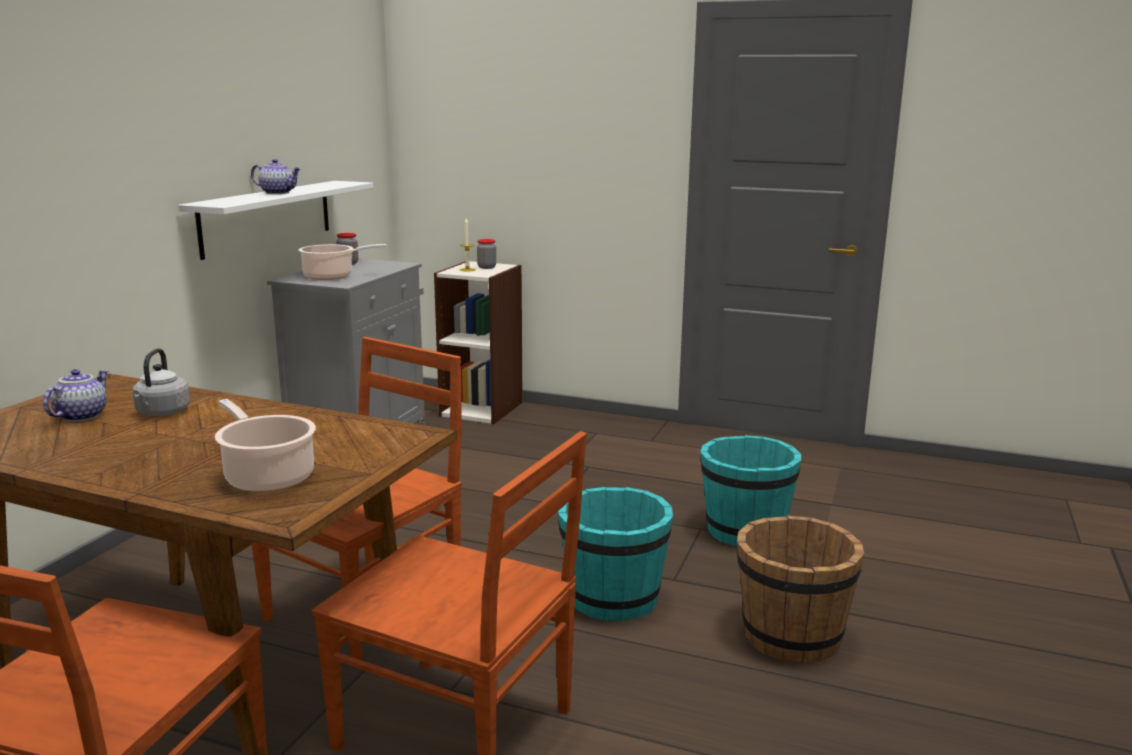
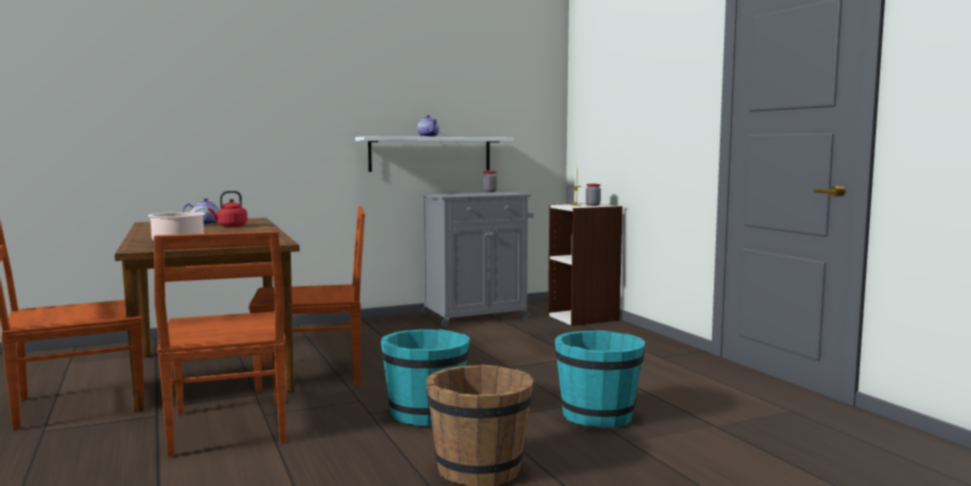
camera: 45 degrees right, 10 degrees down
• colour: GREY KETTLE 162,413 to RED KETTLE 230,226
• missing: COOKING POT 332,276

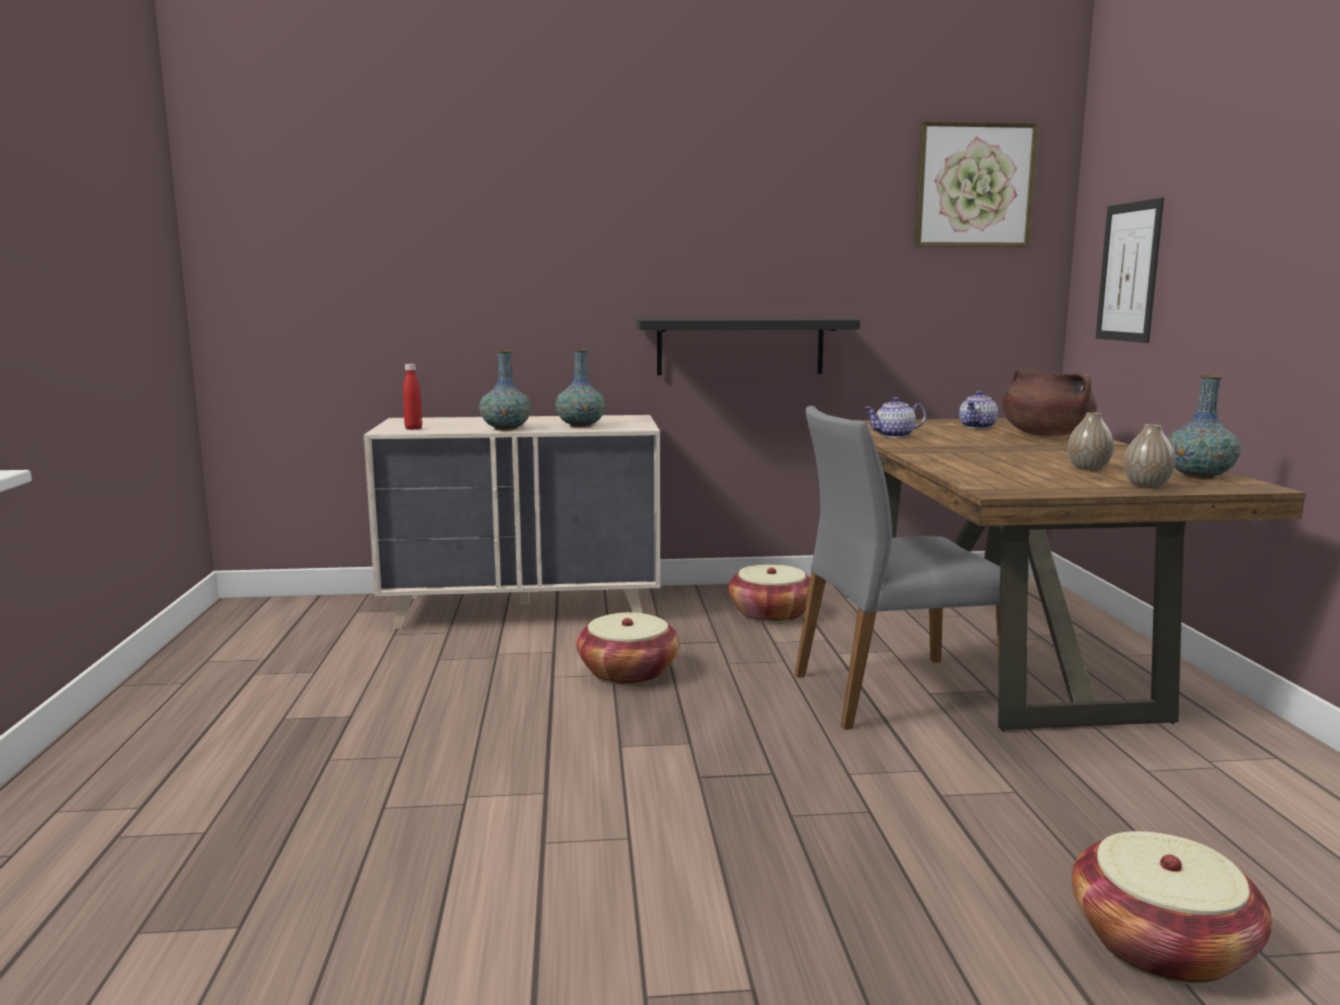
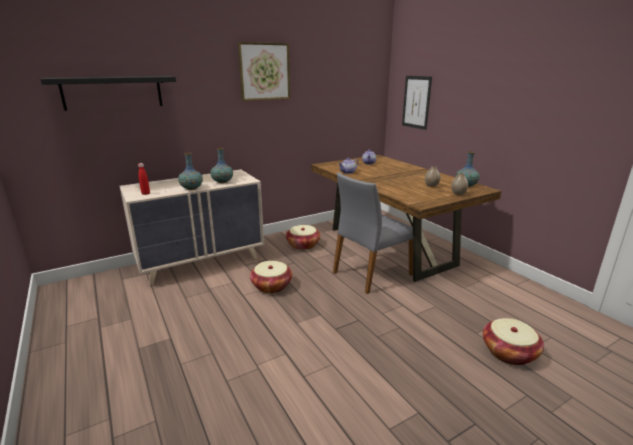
camera: 25 degrees left, 10 degrees up
• relocated: BLACK SHELF 740,346 to 113,92
• relocated: PICTURE 974,185 to 264,71
• missing: BROWN COOKING POT 1045,435

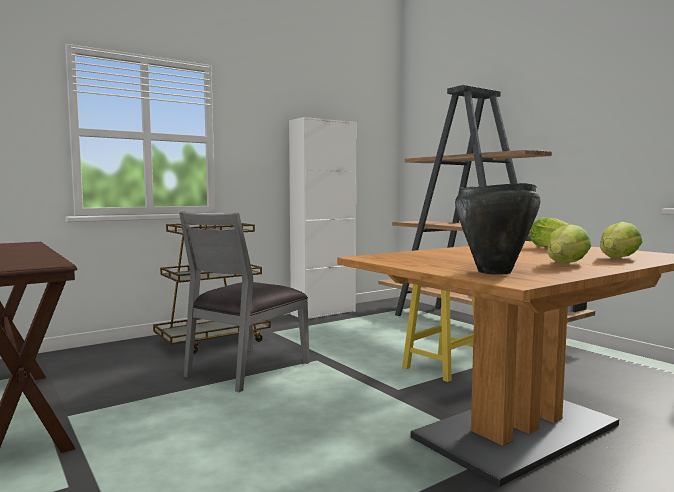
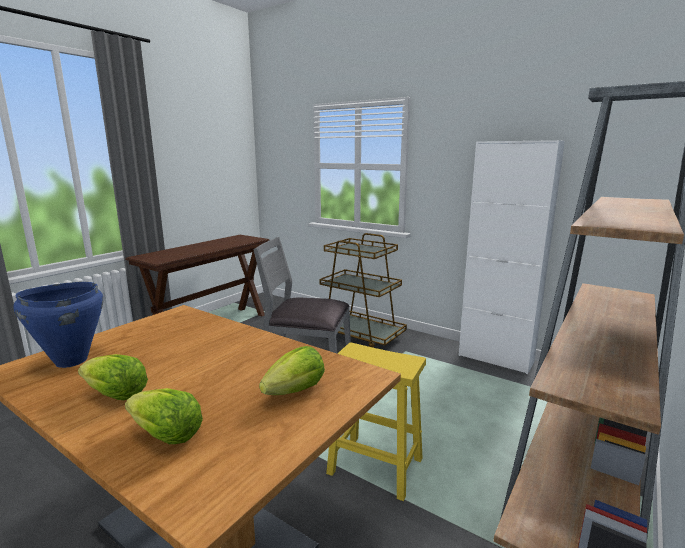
camera: 70 degrees right, 10 degrees up
• colour: BLACK COOKING POT 494,272 to BLUE COOKING POT 70,361

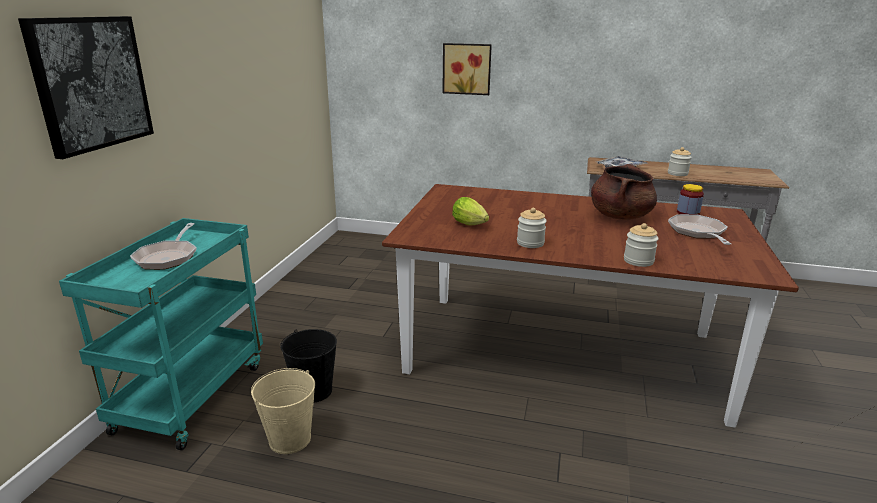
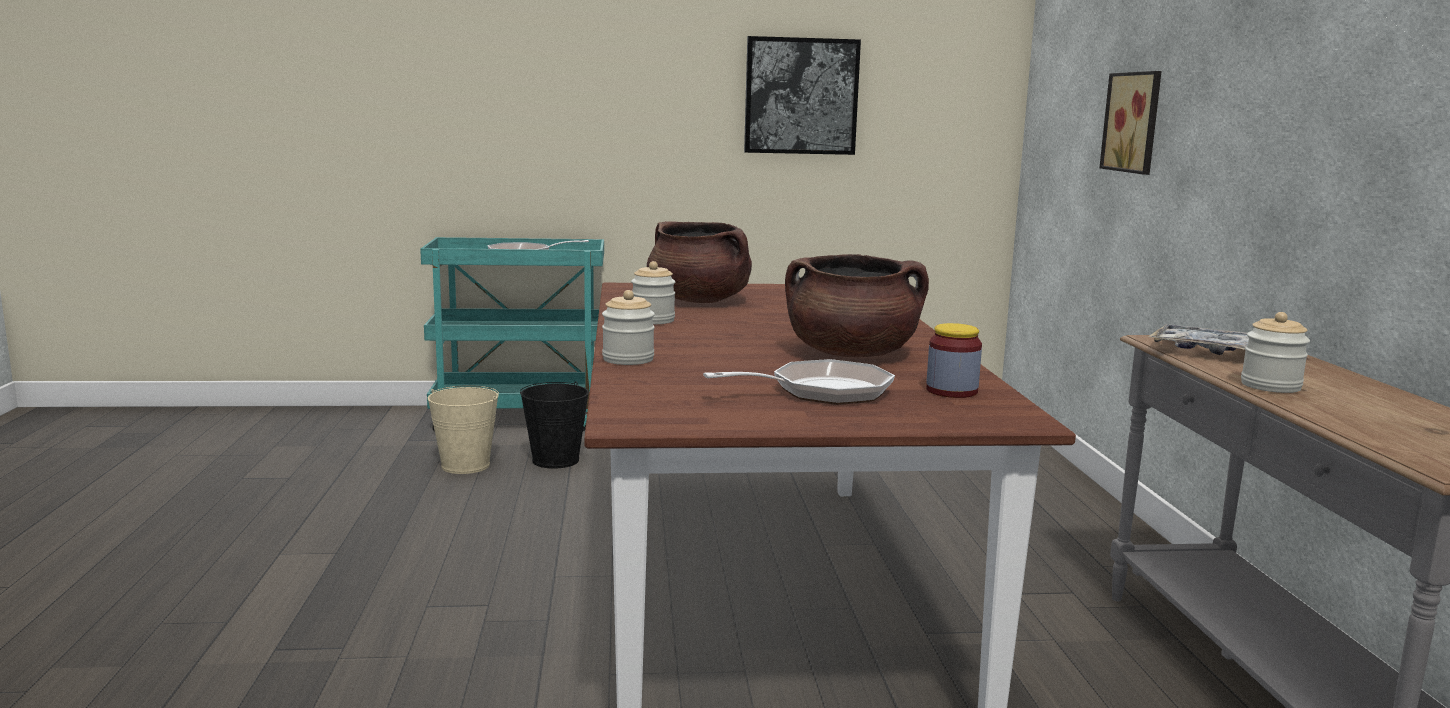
camera: 70 degrees right, 10 degrees down
• exchanged: LETTUCE 471,225 to BROWN COOKING POT 699,301
• relocated: PICTURE 91,83 to 801,96

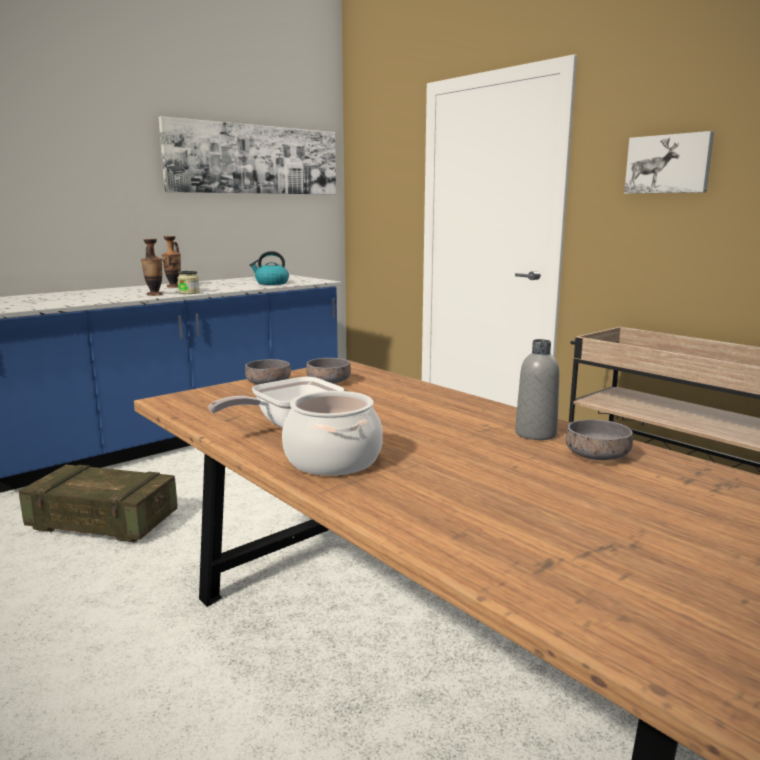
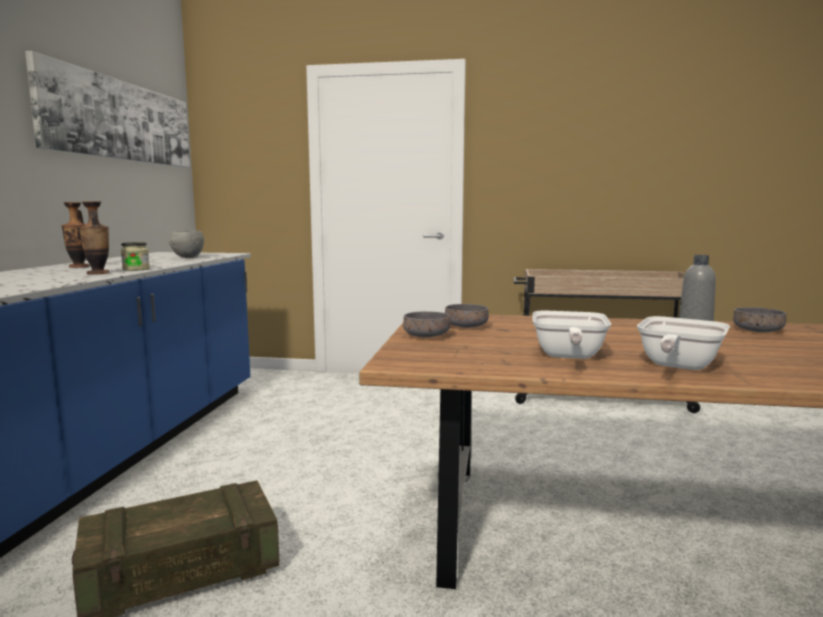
camera: 40 degrees left, 5 degrees down
• exchanged: KETTLE 271,283 to GREY BOWL 187,258
• exchanged: COOKING POT 332,460 to FRYING PAN 677,366
• missing: PICTURE 668,164

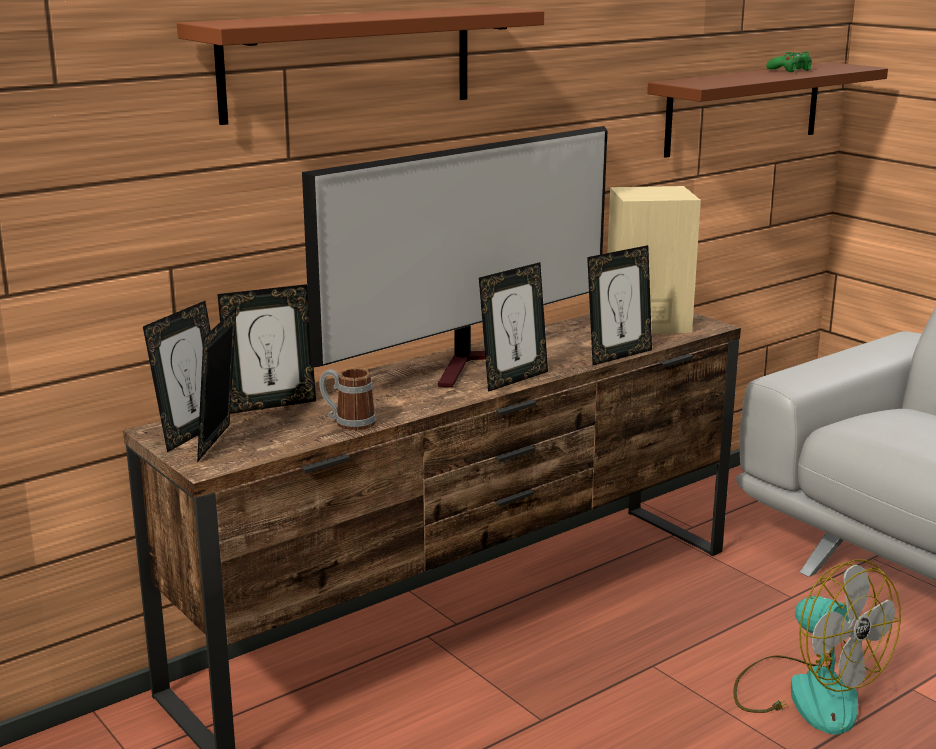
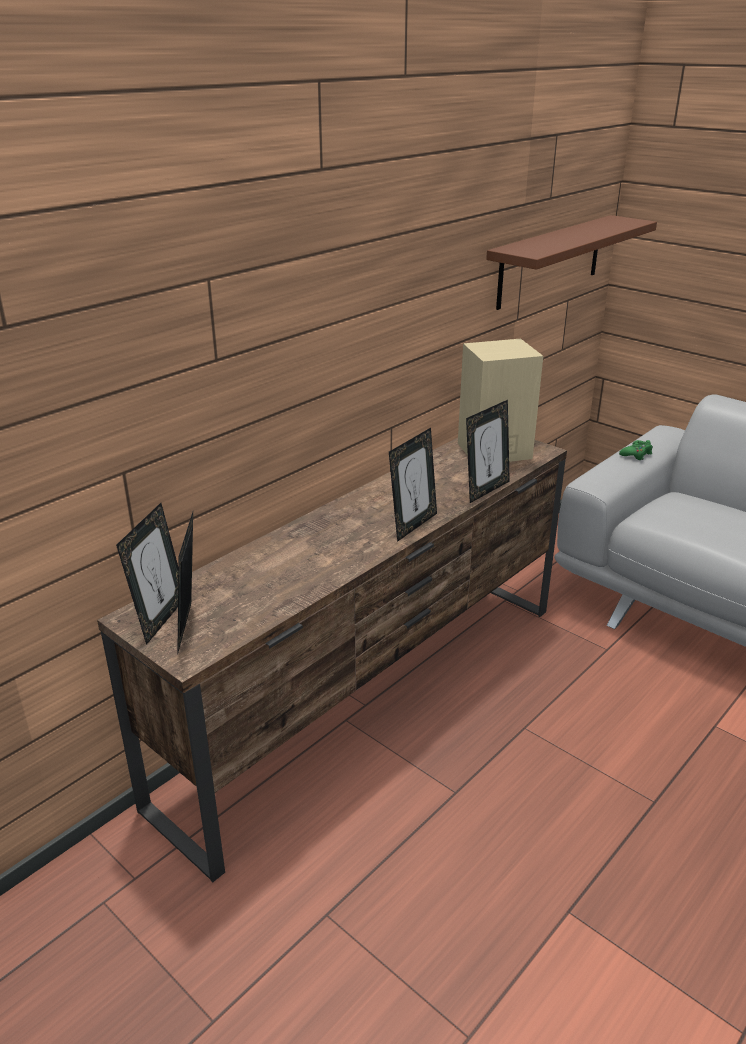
camera: 10 degrees left, 10 degrees up
• relocated: GREEN GAME CONTROLLER 790,70 to 636,454
• missing: BROWN SHELF 349,62
• missing: PICTURE FRAME 271,405
• missing: TELEVISION 479,363
• missing: MUG 348,422
• missing: FAN 807,693

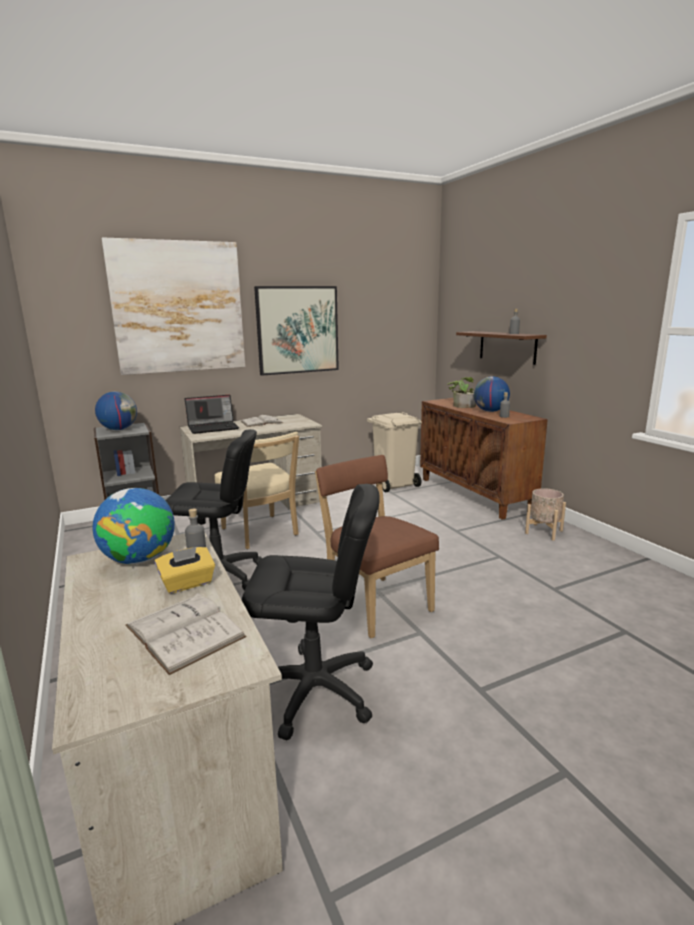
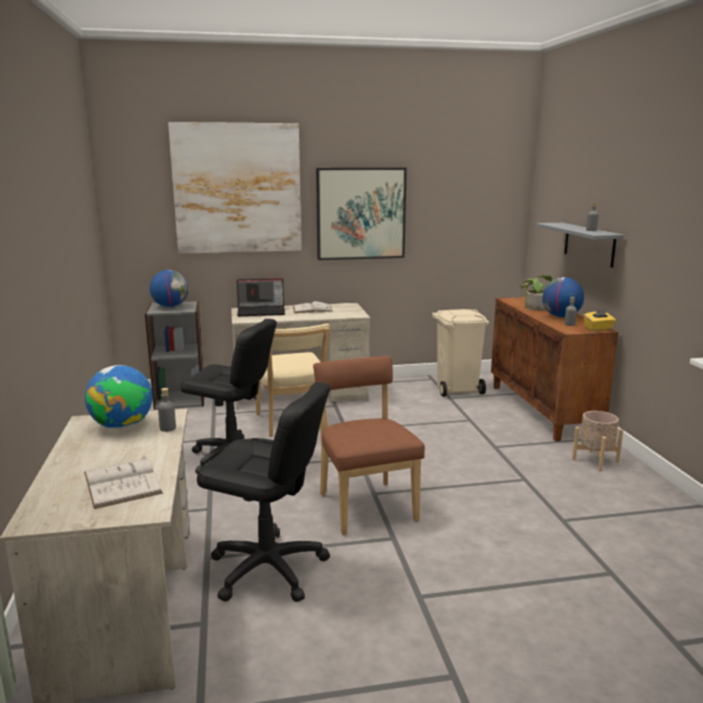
camera: 15 degrees right, 0 degrees up
• colour: BROWN SHELF 507,347 to GREY SHELF 589,244
• relocated: YELLOW TISSUE BOX 187,584 to 598,329

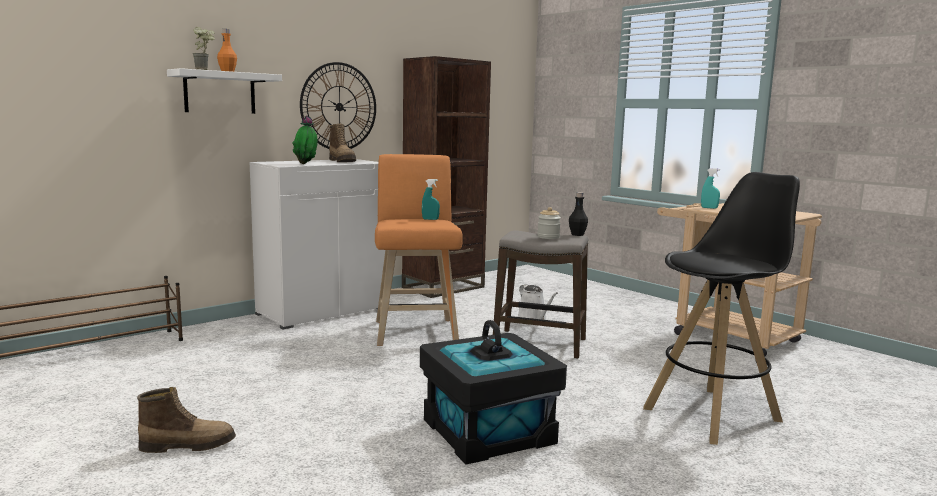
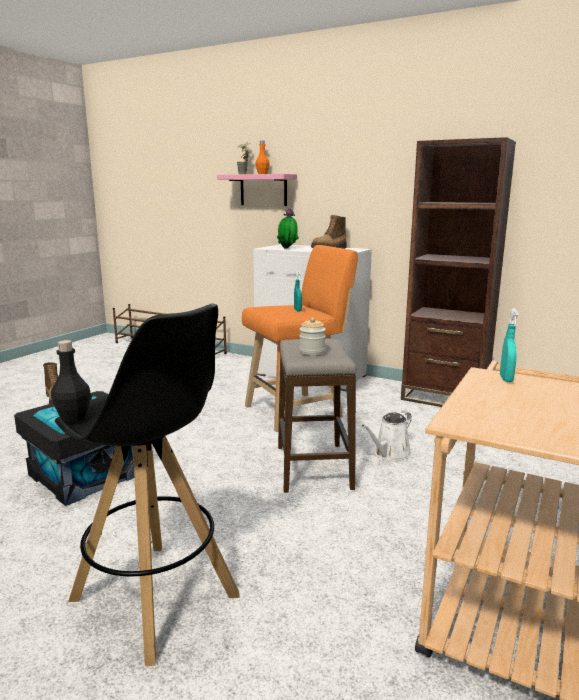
camera: 70 degrees right, 5 degrees up
• relocated: BLACK BOTTLE 577,234 to 73,418
• colour: WHITE SHELF 220,92 to PINK SHELF 263,190
• missing: WALL CLOCK 339,107

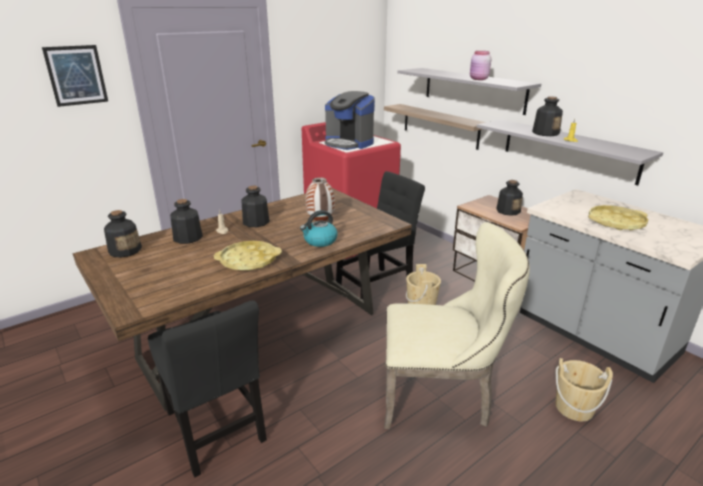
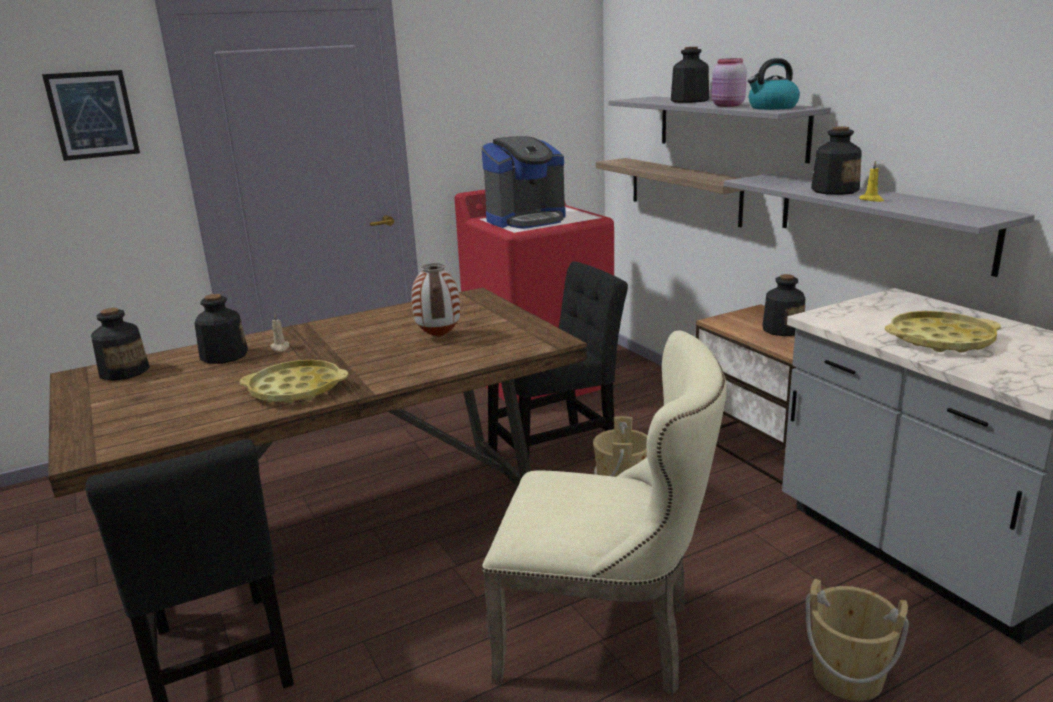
camera: 10 degrees right, 5 degrees down
• spun: COFFEE MACHINE 349,143 = 526,220 75 degrees counterclockwise
• relocated: BOTTLE 255,222 to 689,101
• relocated: KETTLE 320,241 to 772,108

